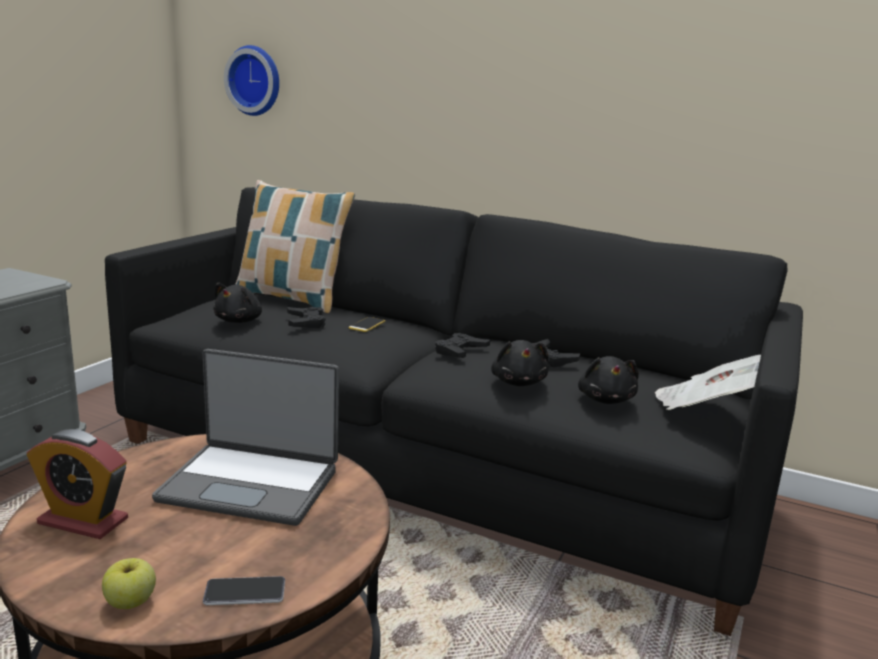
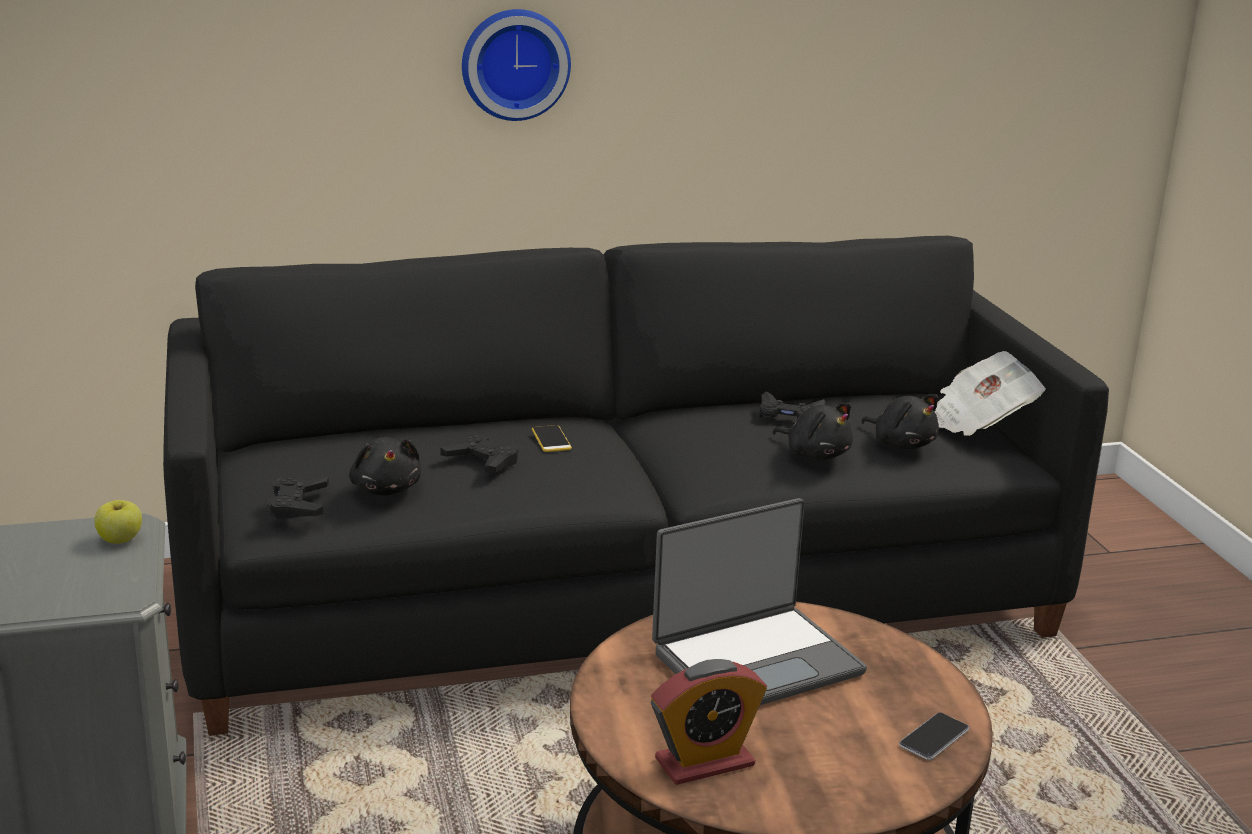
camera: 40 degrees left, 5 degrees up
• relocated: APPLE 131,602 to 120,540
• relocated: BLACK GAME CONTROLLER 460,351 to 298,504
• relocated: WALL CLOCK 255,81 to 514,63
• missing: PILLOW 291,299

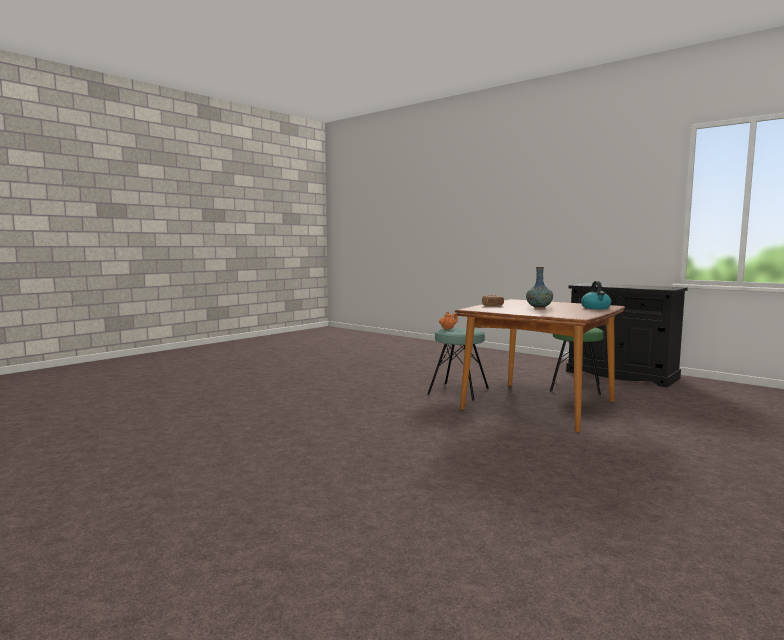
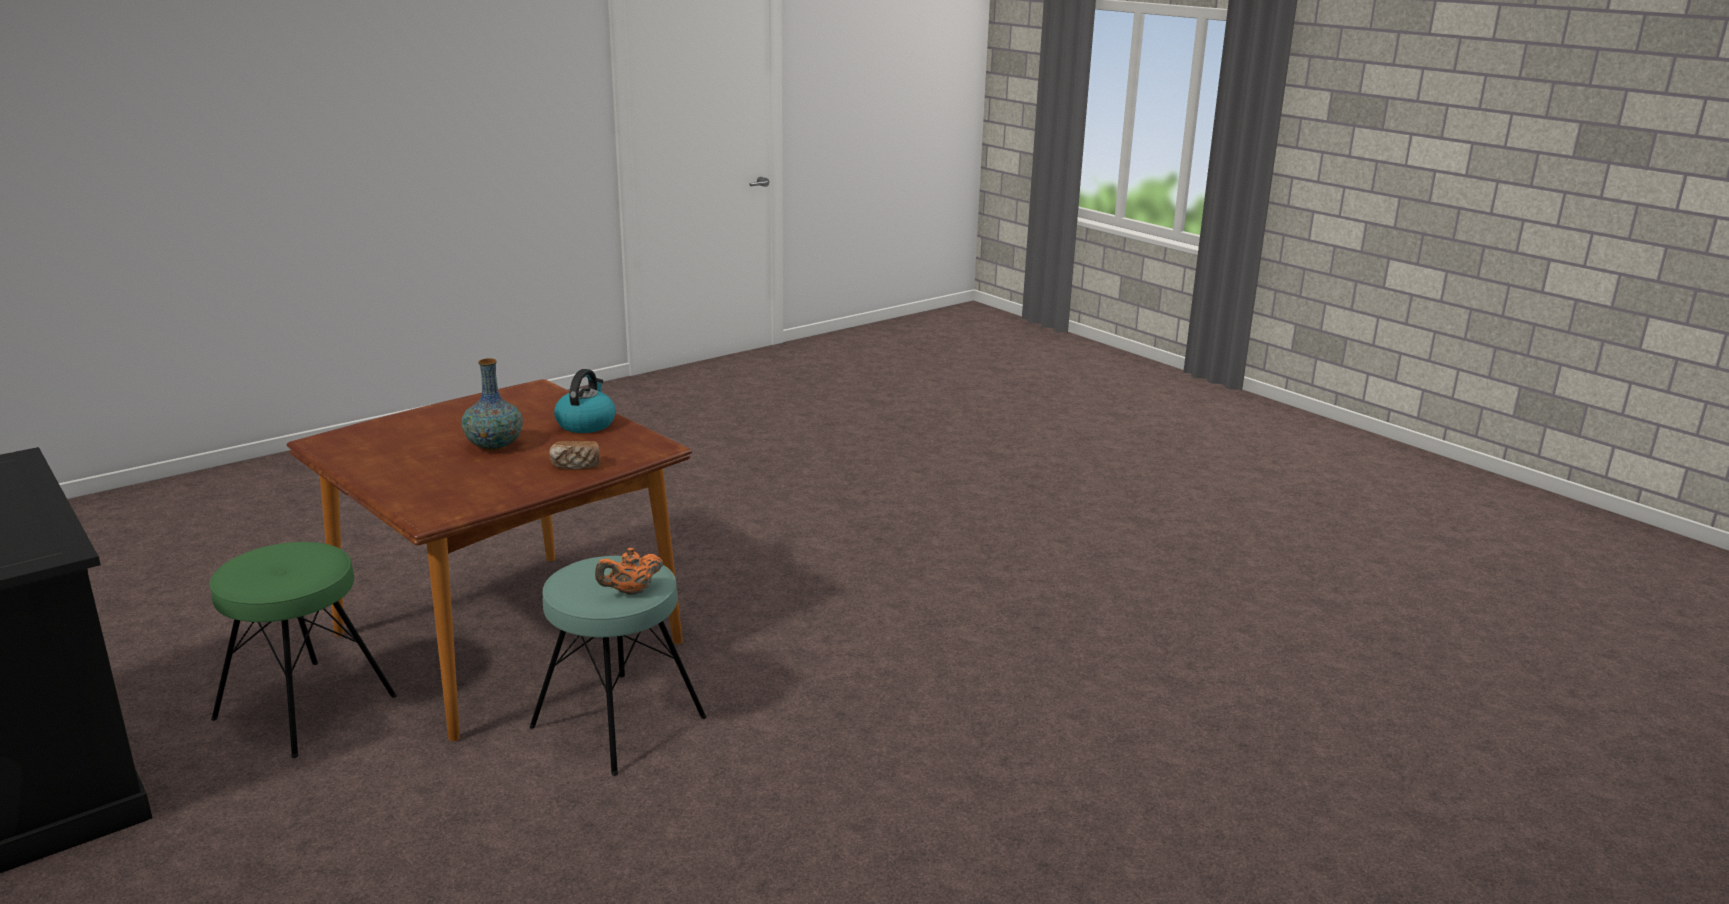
camera: 170 degrees left, 15 degrees up
• relocated: KETTLE 596,308 to 586,424

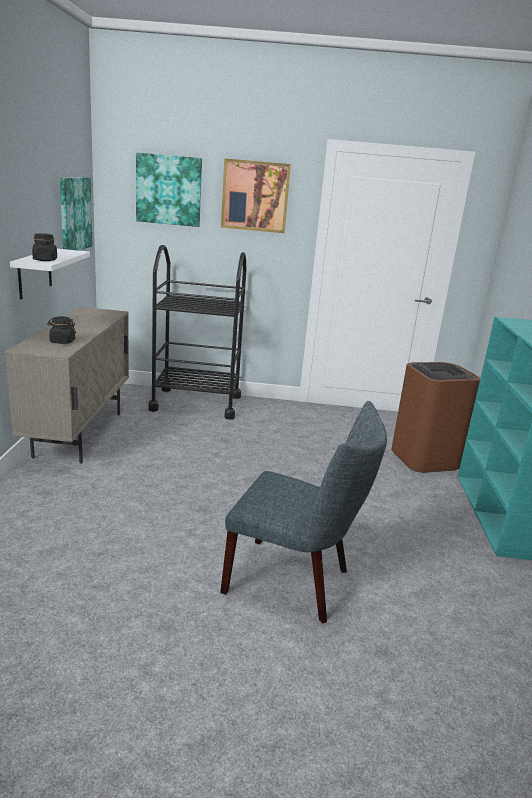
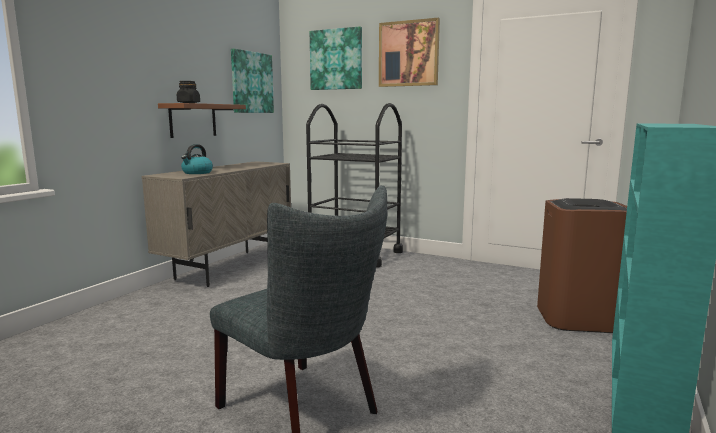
camera: 25 degrees right, 10 degrees down
• colour: WHITE SHELF 34,273 to BROWN SHELF 193,120
• exchanged: BLACK JAR 62,341 to KETTLE 197,173

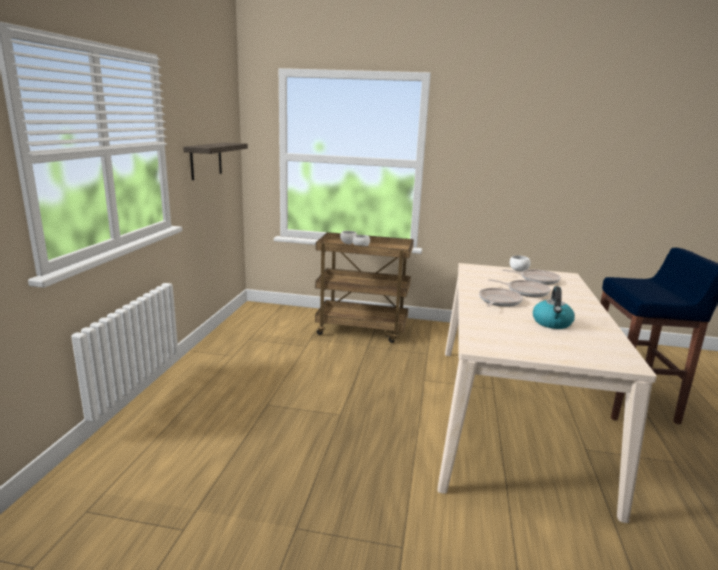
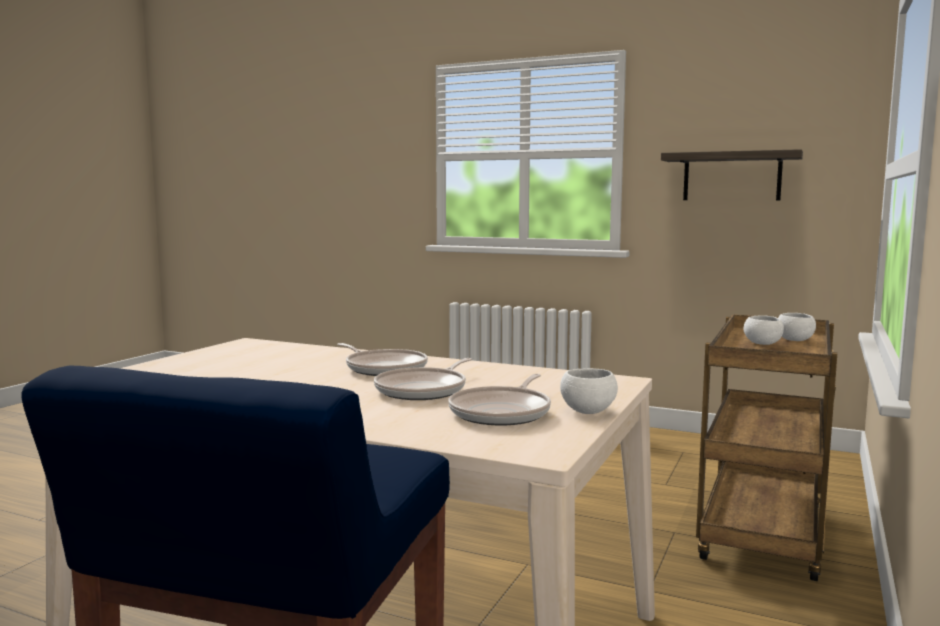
camera: 105 degrees right, 10 degrees down
• missing: KETTLE 552,323

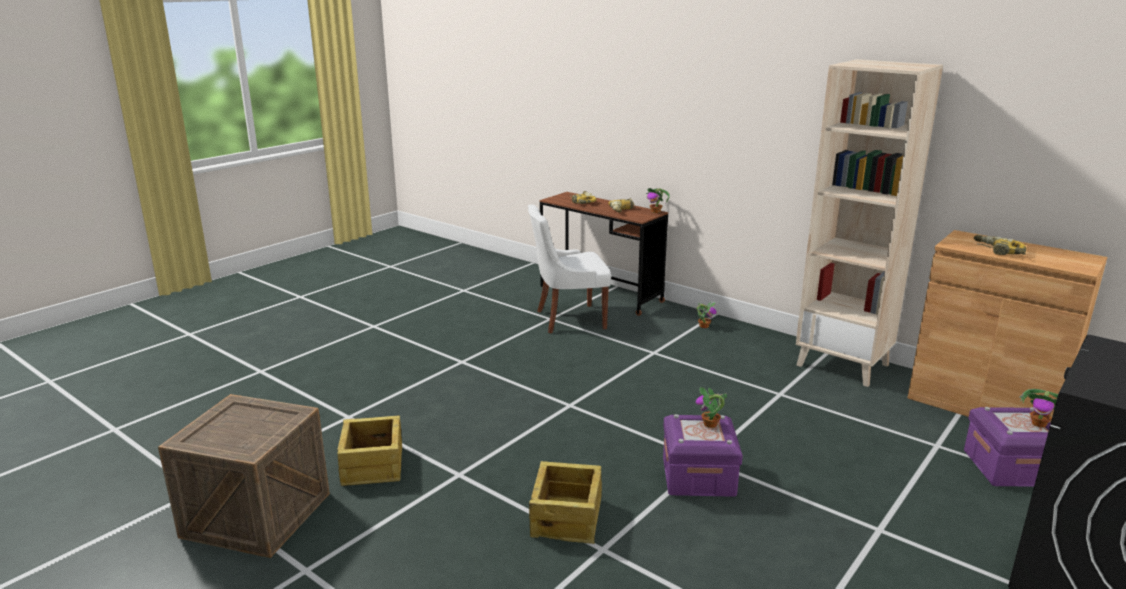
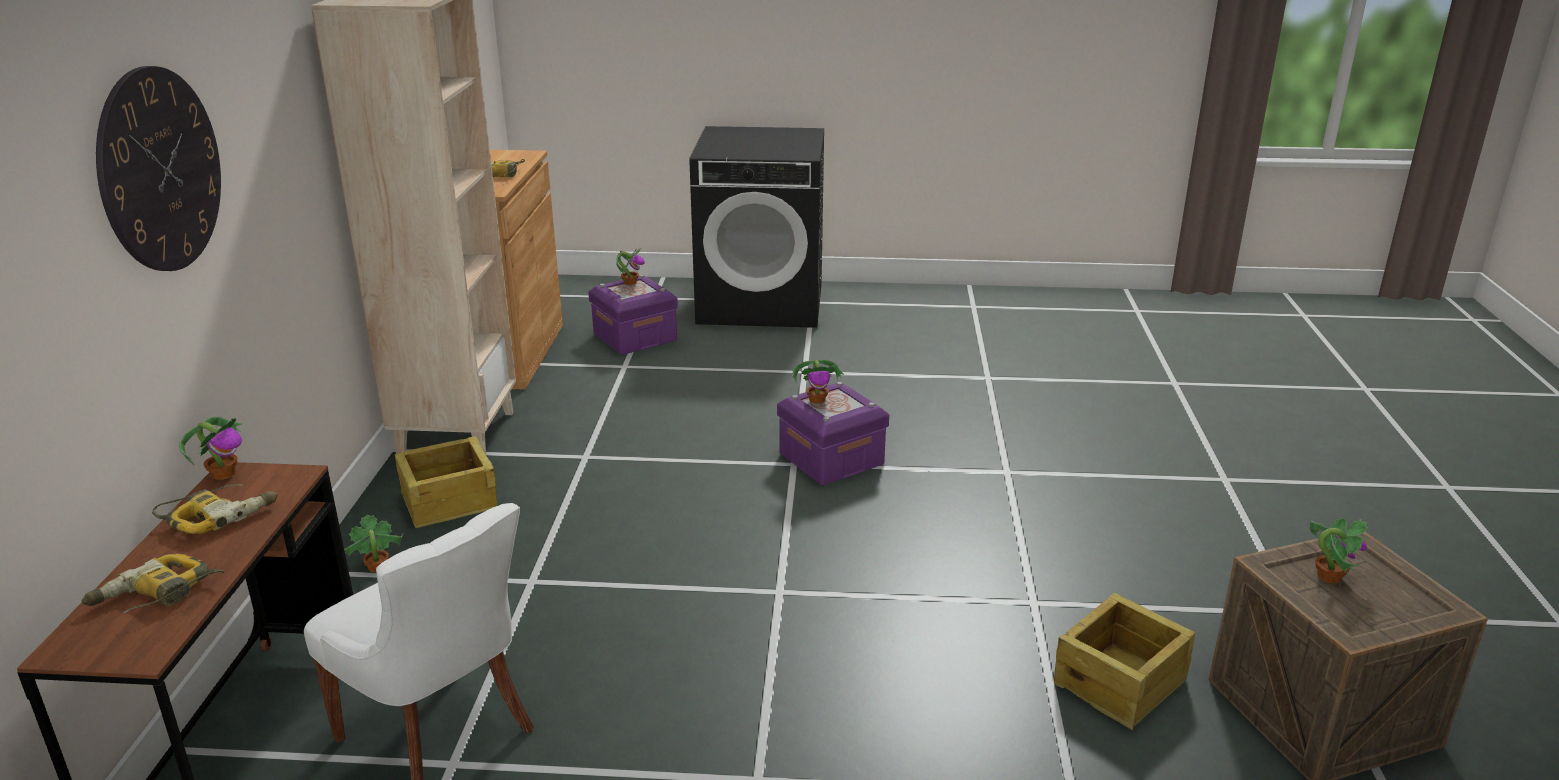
camera: 125 degrees left, 5 degrees up
• appeared: WALL CLOCK 160,170
• relocated: CRATE 567,517 to 448,500
• appeared: POTTED PLANT 1328,576

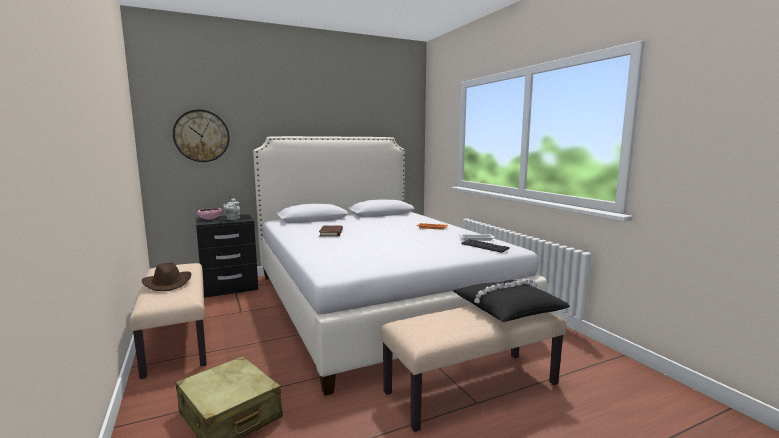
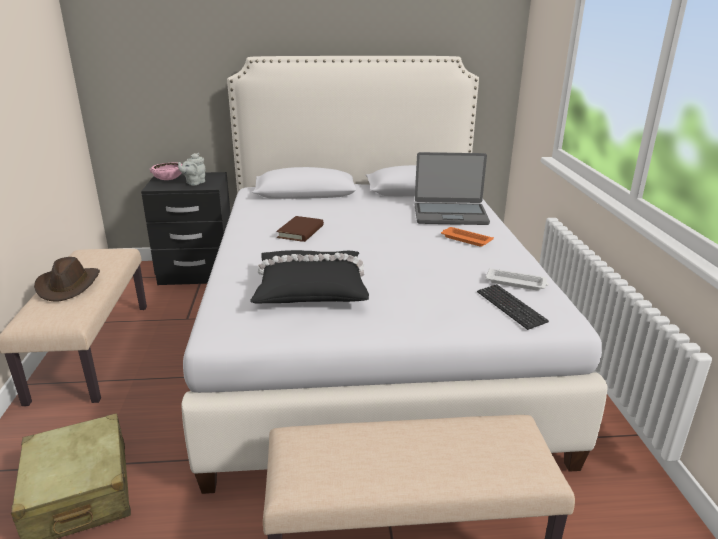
camera: 20 degrees right, 15 degrees up
• relocated: BLACK PILLOW 507,308 to 311,287
• appeared: LAPTOP 450,214
• missing: WALL CLOCK 201,136

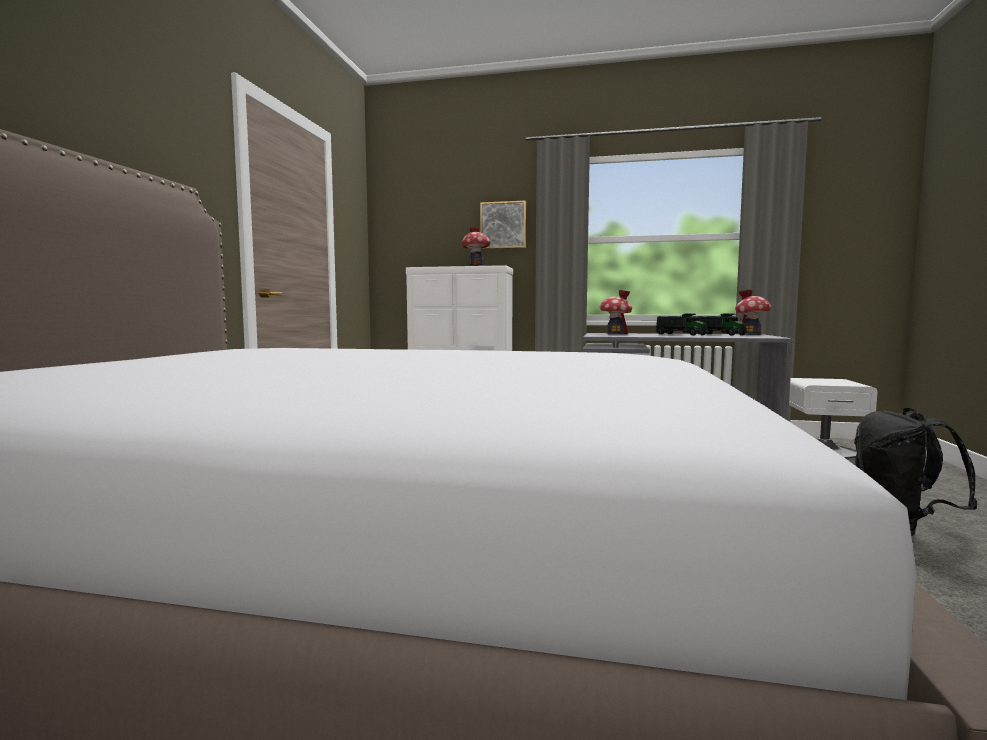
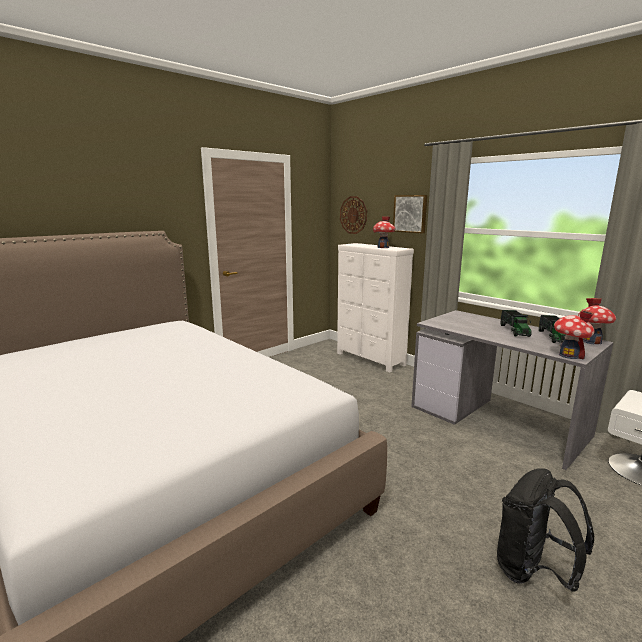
camera: 35 degrees right, 10 degrees up
• appeared: WALL CLOCK 353,215
• relocated: TOY HOUSE 615,334 to 569,355

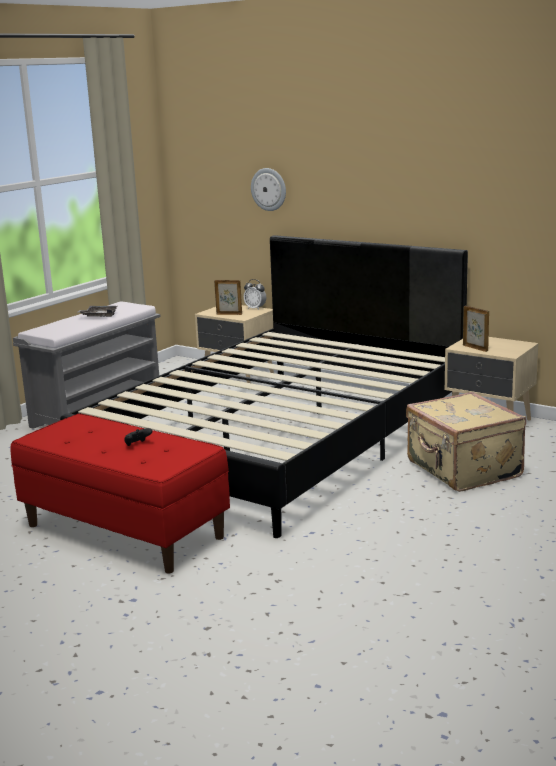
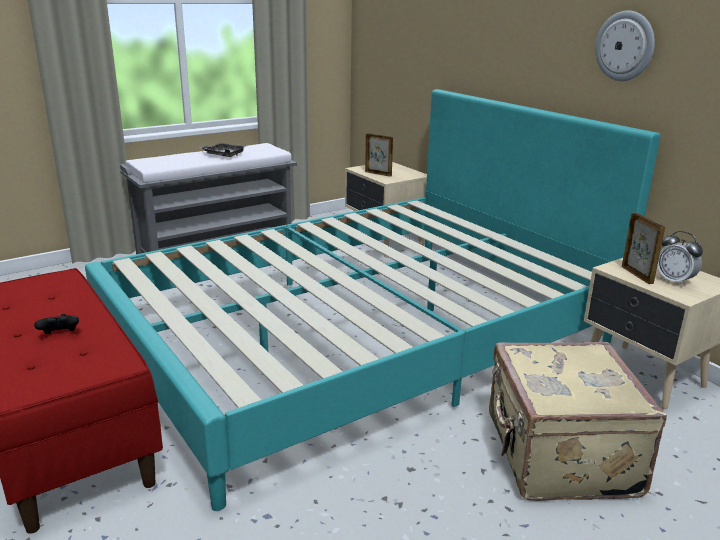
camera: 20 degrees right, 5 degrees up
• colour: BLACK BED 281,440 to TURQUOISE BED 360,339
• relocated: WALL CLOCK 269,189 to 625,46
• relocated: ALARM CLOCK 255,308 to 674,281

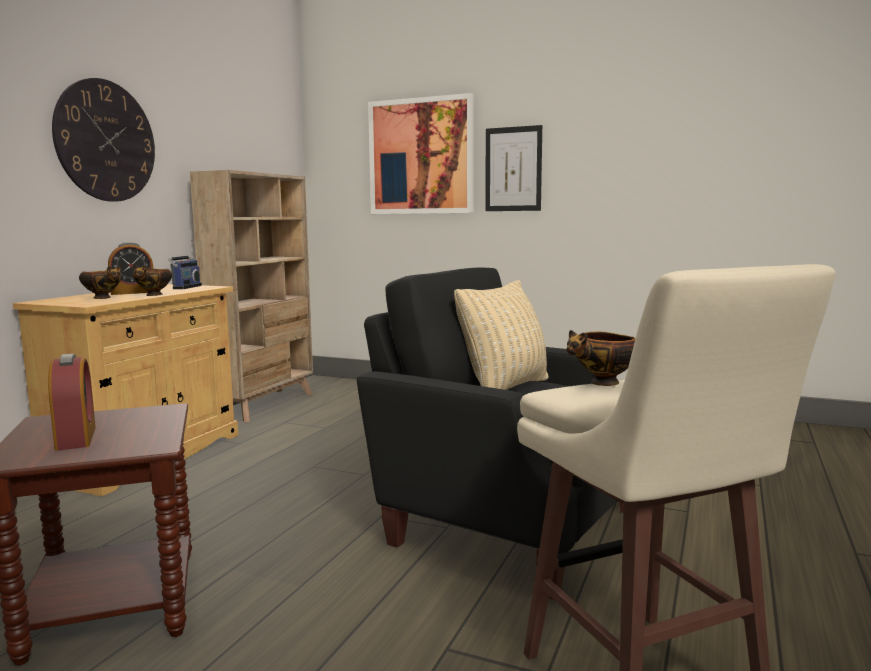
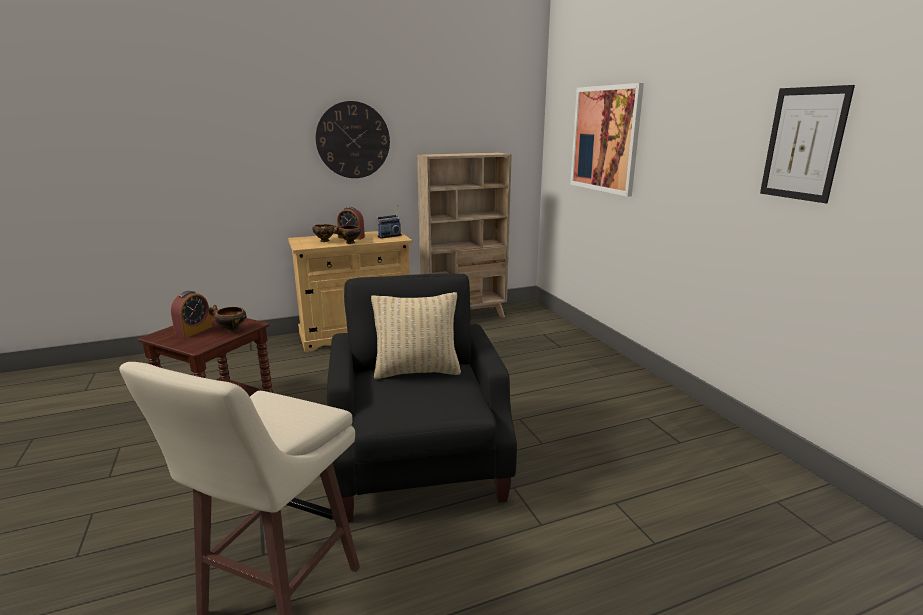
camera: 45 degrees right, 10 degrees up
• relocated: BOWL 603,383 to 231,330
• relocated: PICTURE 513,169 to 803,144

